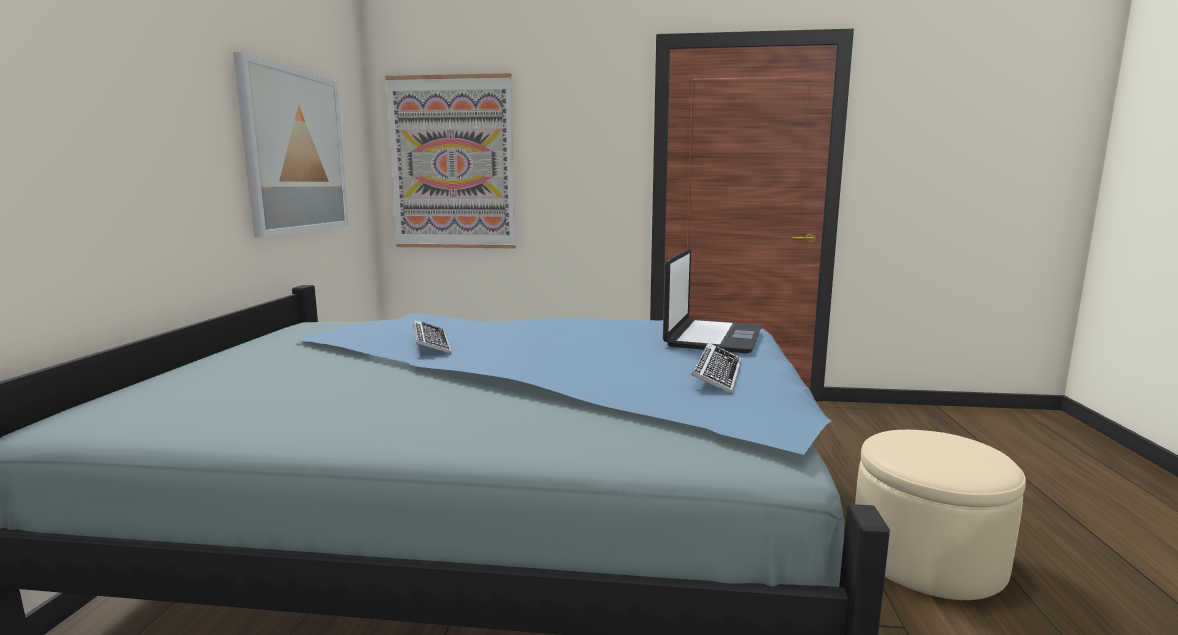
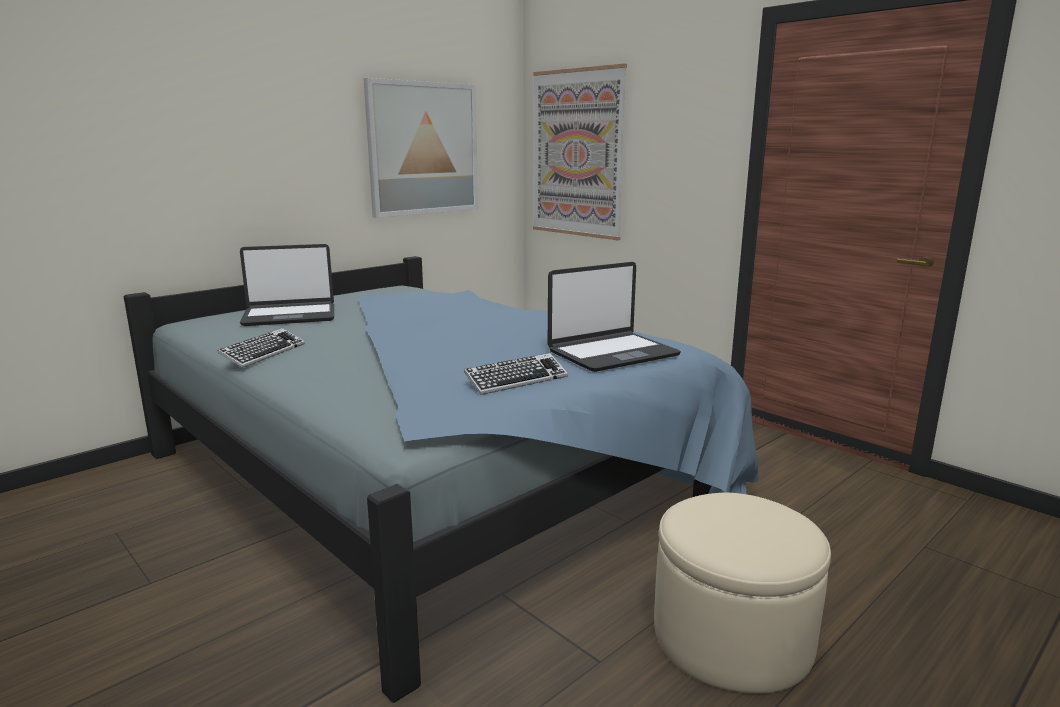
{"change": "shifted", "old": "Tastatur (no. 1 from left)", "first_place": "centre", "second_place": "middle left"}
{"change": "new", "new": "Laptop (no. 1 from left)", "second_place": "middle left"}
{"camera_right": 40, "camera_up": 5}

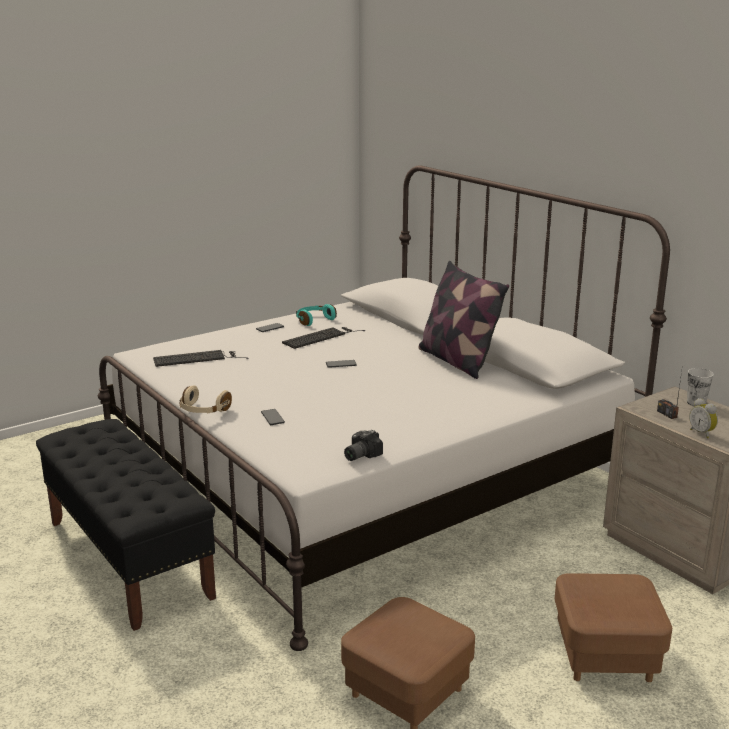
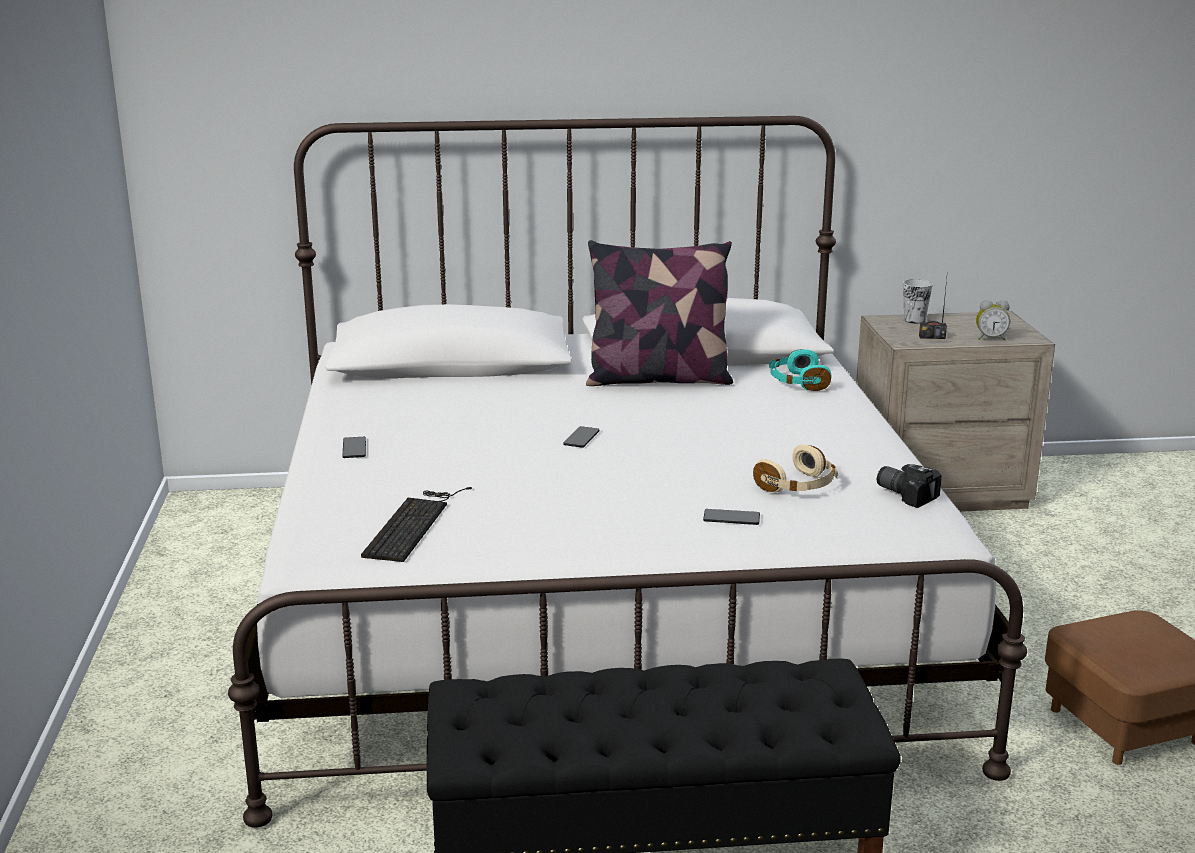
{"change": "shifted", "old": "Kopfhörer (türkis)", "first_place": "centre", "second_place": "middle right"}
{"change": "gone", "old": "Tastatur (no. 2 from left)", "first_place": "centre"}
{"change": "shifted", "old": "Kopfhörer (beige)", "first_place": "middle left", "second_place": "centre"}
{"change": "rotated", "old": "Kamera", "first_place": "centre", "second_place": "middle right", "degrees": 150}
{"change": "gone", "old": "Polsterhocker (braun) (no. 2 from left)", "first_place": "bottom right"}
{"camera_right": -60, "camera_up": 0}

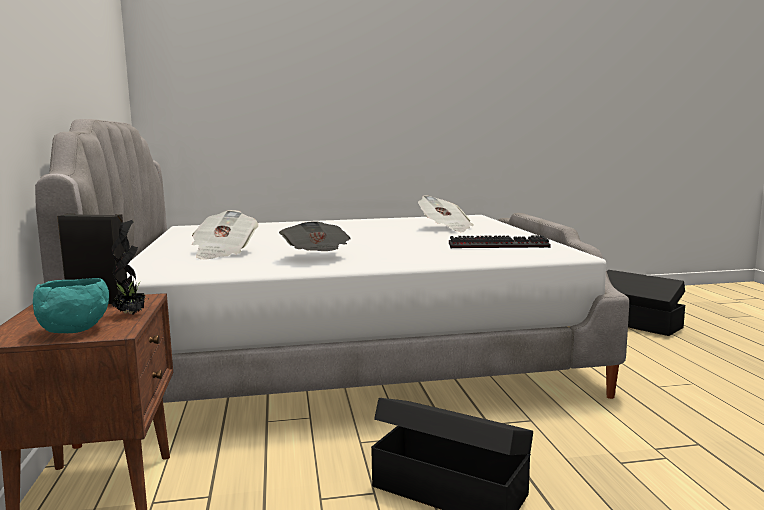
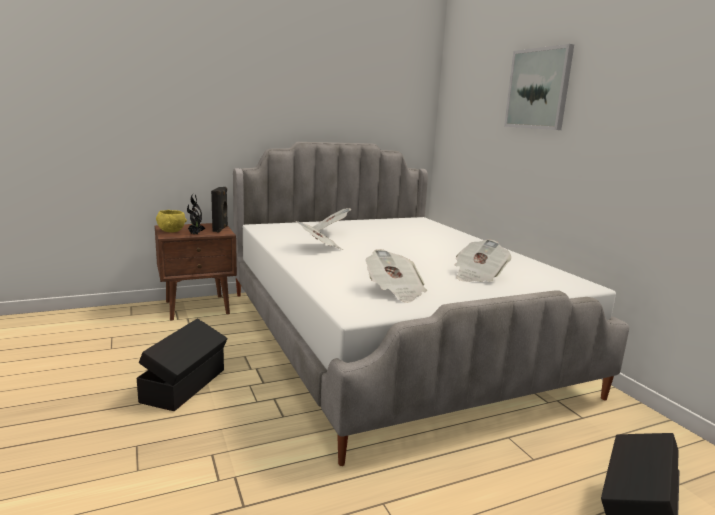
{"change": "swapped", "old": "Tastatur", "new": "Zeitung (no. 3 from left)", "first_place": "centre", "second_place": "centre"}
{"change": "repainted", "old": "Schüssel (türkis)", "new": "Schüssel (gelb)", "first_place": "middle left", "second_place": "middle left"}
{"change": "new", "new": "Bild", "second_place": "top right"}
{"camera_right": 75, "camera_up": 5}

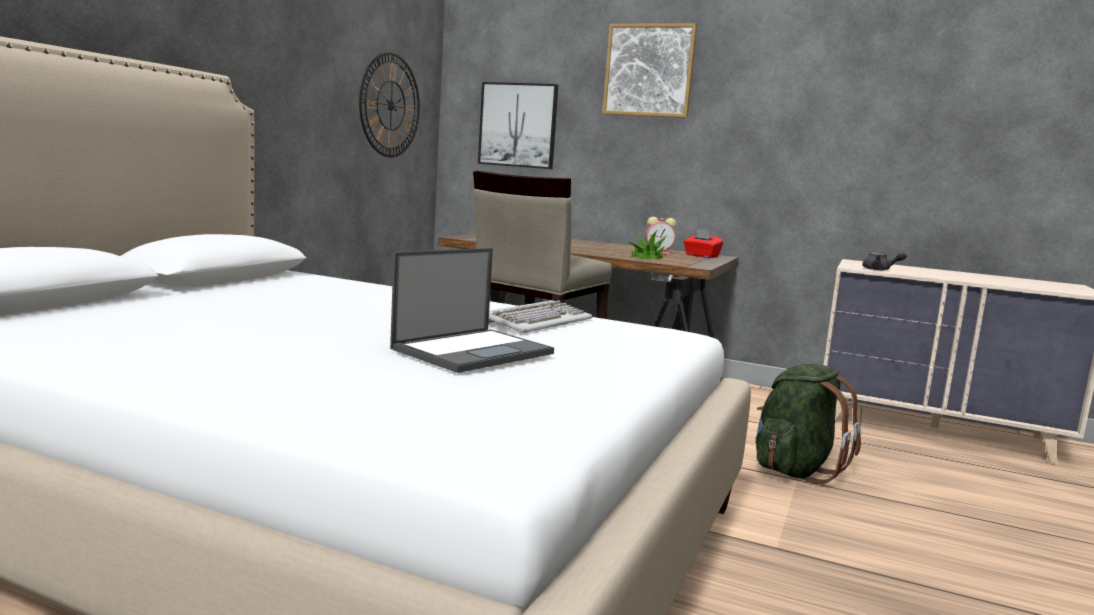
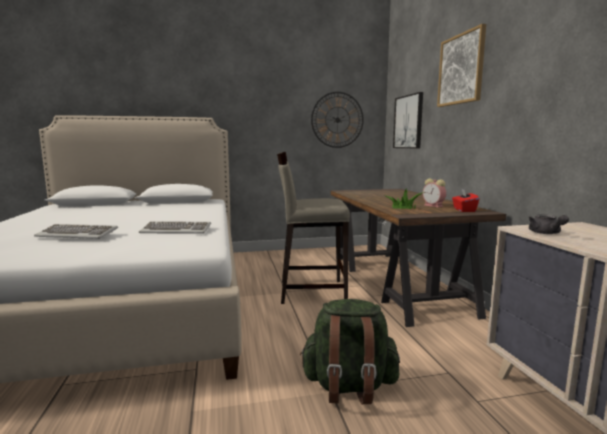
{"change": "swapped", "old": "Laptop", "new": "Tastatur (no. 1 from left)", "first_place": "centre", "second_place": "middle left"}
{"camera_right": 55, "camera_up": 0}

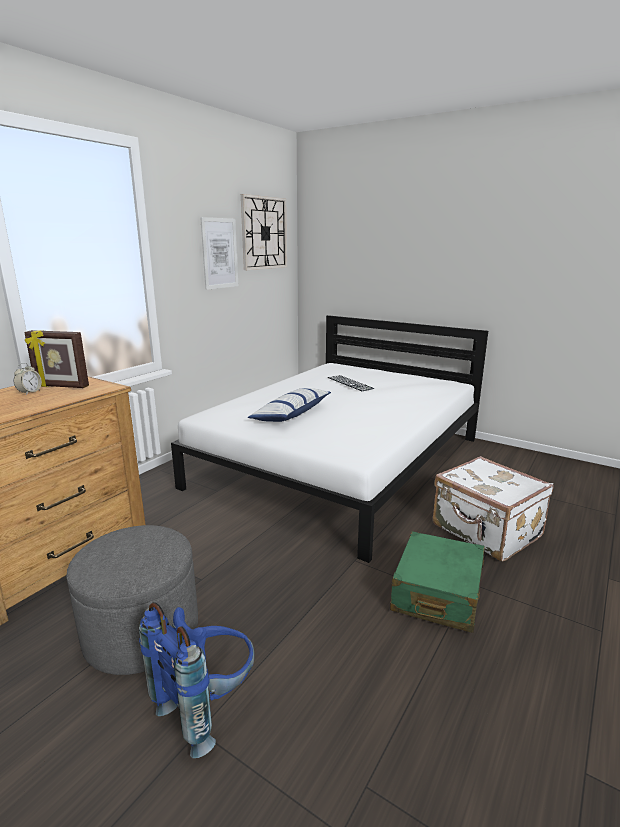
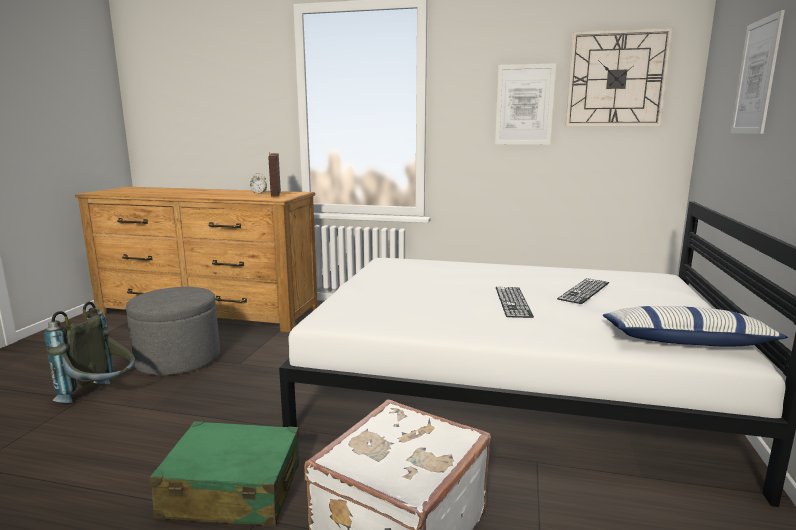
{"change": "shifted", "old": "Kissen", "first_place": "centre", "second_place": "middle right"}
{"change": "repainted", "old": "Rucksack (blau)", "new": "Rucksack (grau)", "first_place": "bottom left", "second_place": "middle left"}
{"change": "new", "new": "Bild (no. 2 from left)", "second_place": "top right"}
{"change": "new", "new": "Tastatur (no. 1 from left)", "second_place": "centre"}
{"camera_right": 70, "camera_up": -5}

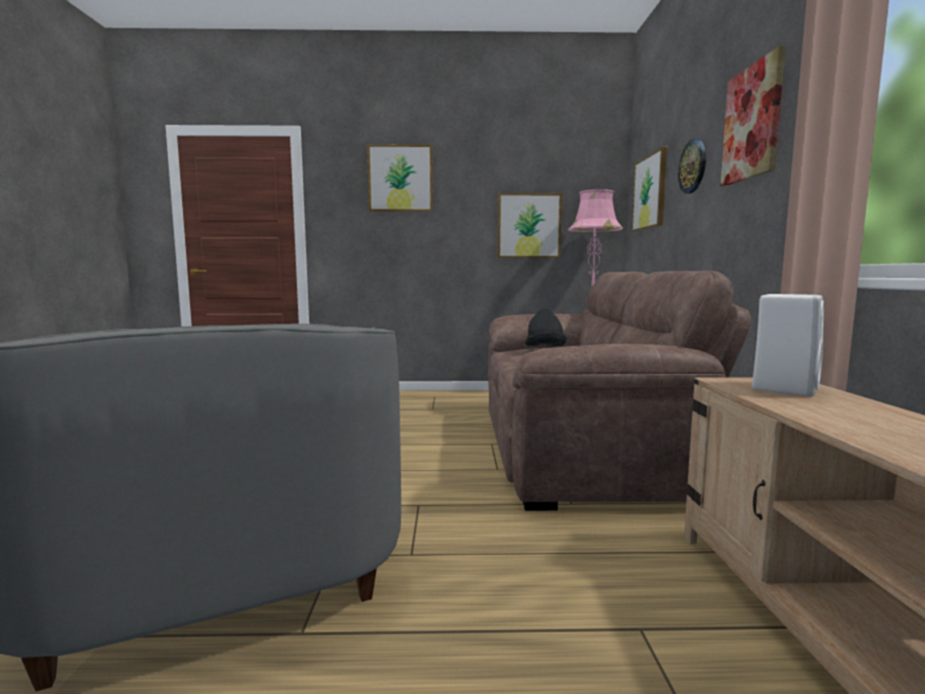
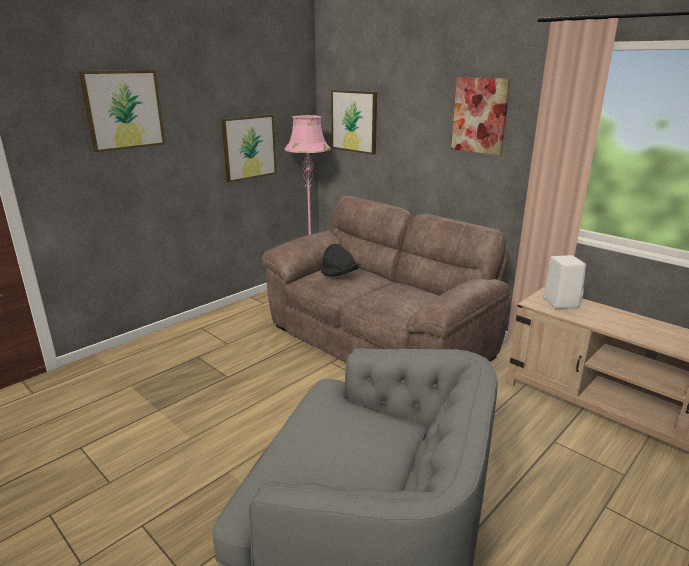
{"change": "gone", "old": "Wanduhr", "first_place": "top right"}
{"camera_right": -45, "camera_up": 15}

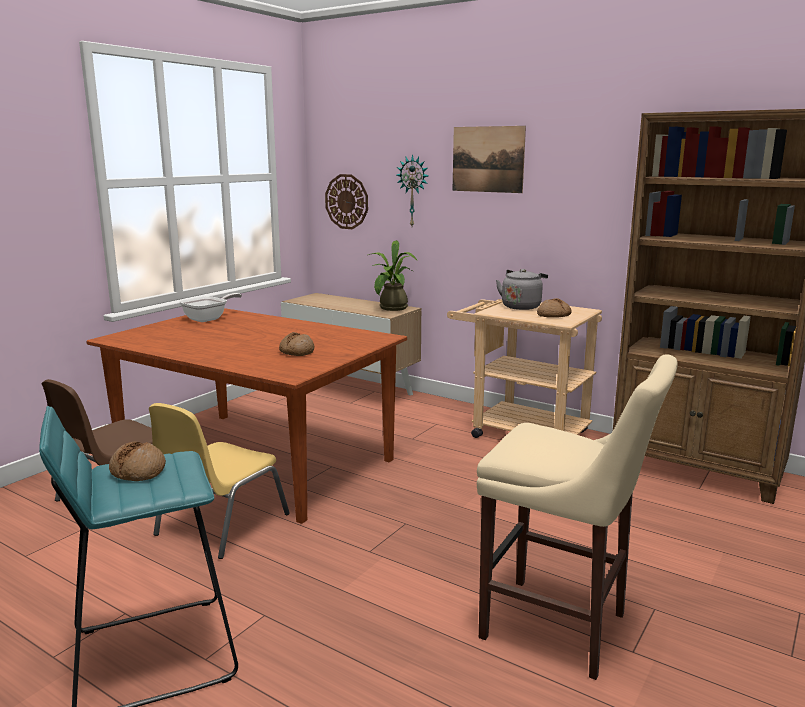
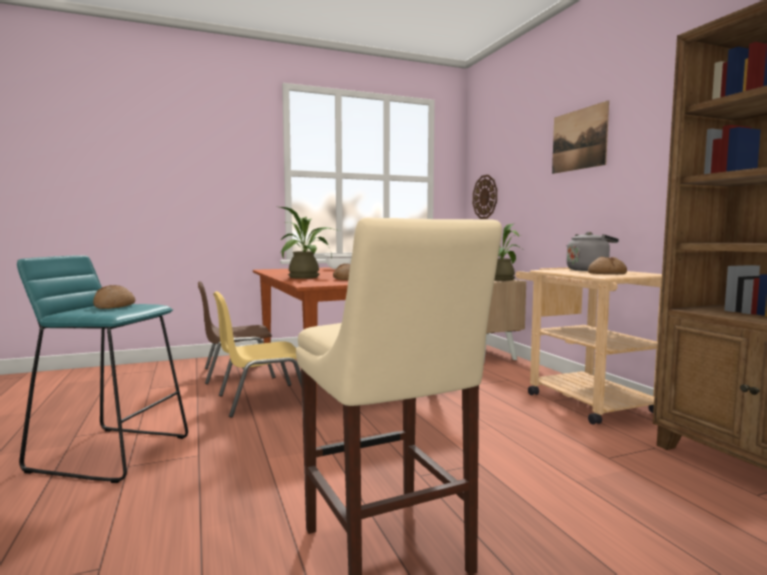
{"change": "gone", "old": "Wanduhr (no. 2 from left)", "first_place": "top centre"}
{"change": "new", "new": "Topfpflanze (no. 1 from left)", "second_place": "centre"}
{"camera_right": 35, "camera_up": -10}

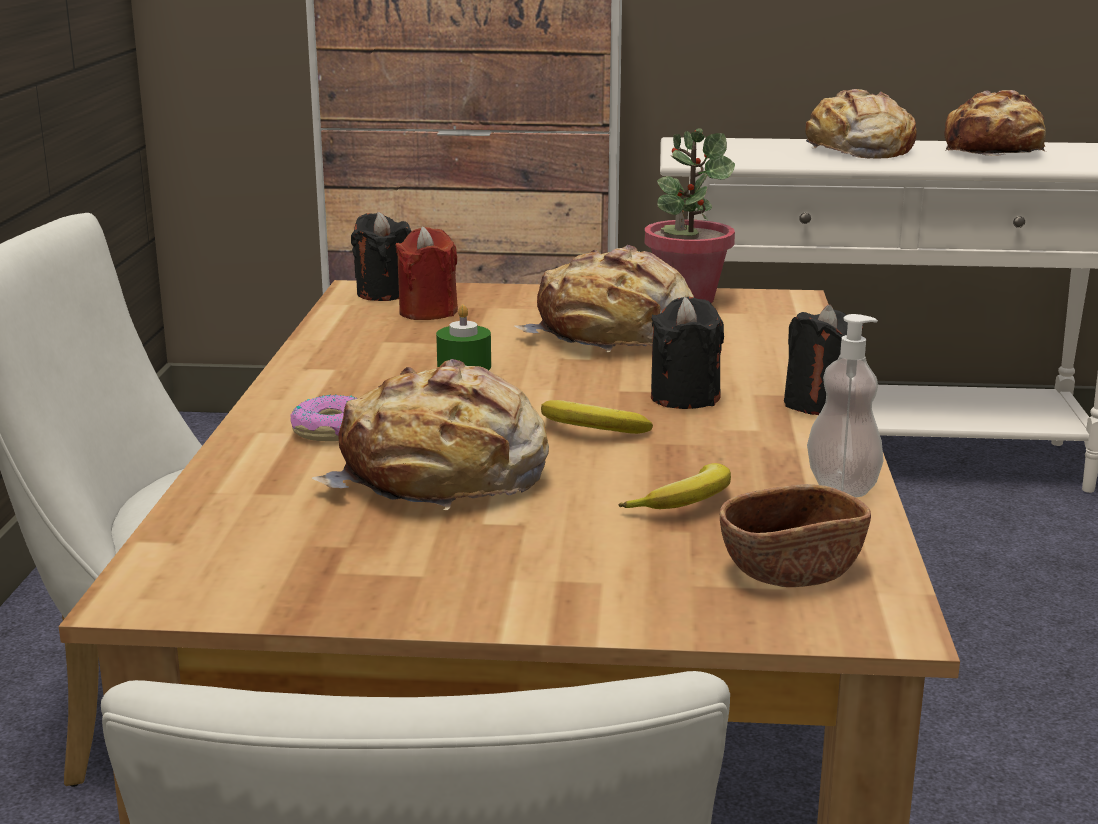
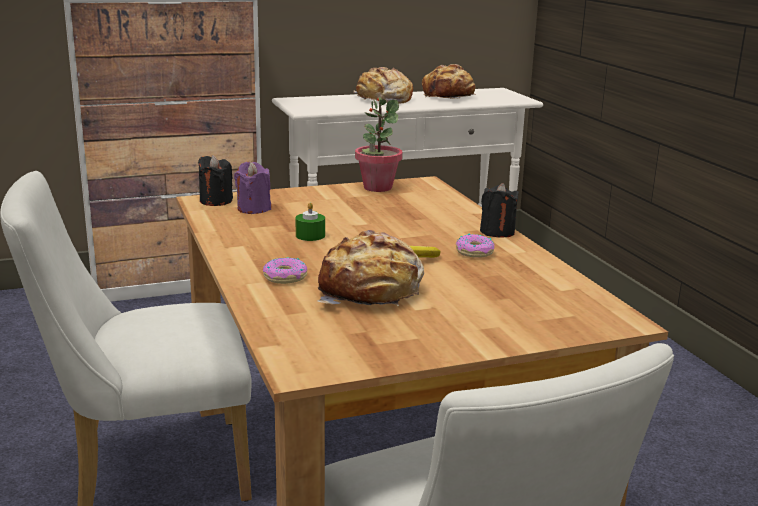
{"change": "repainted", "old": "Kerze (rot)", "new": "Kerze (lila)", "first_place": "top centre", "second_place": "middle left"}
{"change": "gone", "old": "Brot (no. 2 from left)", "first_place": "centre"}
{"change": "gone", "old": "Kerze (schwarz) (no. 2 from left)", "first_place": "centre"}
{"change": "gone", "old": "Seifenspender", "first_place": "middle right"}
{"change": "gone", "old": "Banane (no. 2 from left)", "first_place": "centre"}
{"change": "gone", "old": "Schüssel (braun)", "first_place": "middle right"}
{"change": "new", "new": "Donut (no. 2 from left)", "second_place": "centre"}
{"camera_right": -25, "camera_up": 0}

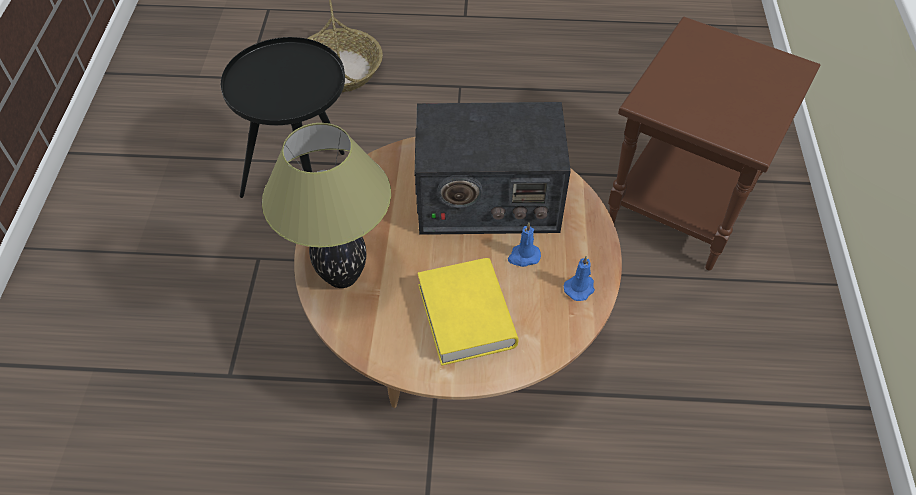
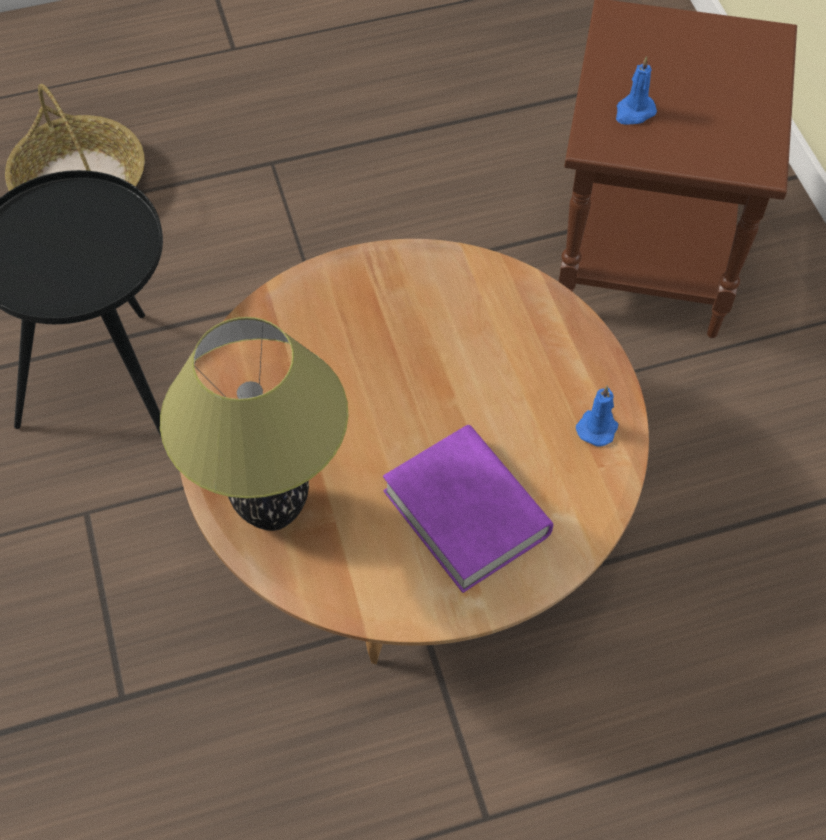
{"change": "gone", "old": "Radio", "first_place": "centre"}
{"change": "shifted", "old": "Kerze (blau) (no. 1 from left in the first image)", "new": "Kerze (blau) (no. 2 from left)", "first_place": "centre", "second_place": "top right"}
{"change": "repainted", "old": "Buch (gelb)", "new": "Buch (lila)", "first_place": "centre", "second_place": "centre"}
{"camera_right": -20, "camera_up": 5}

